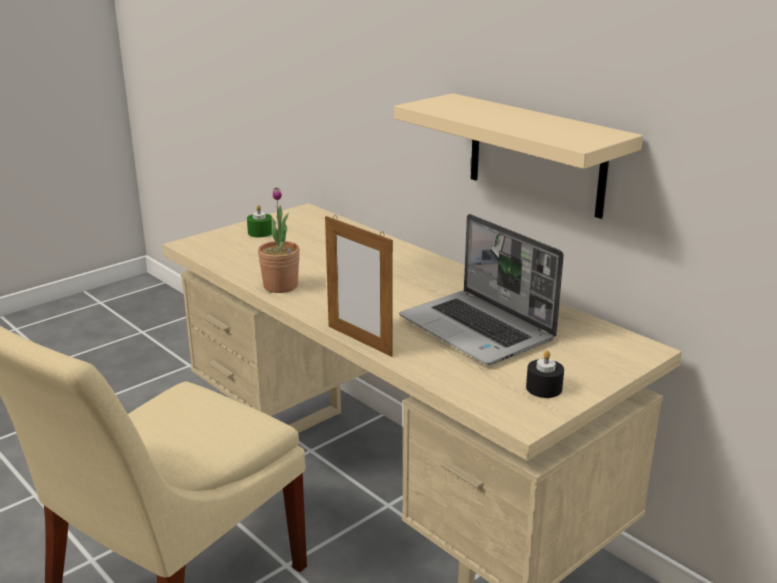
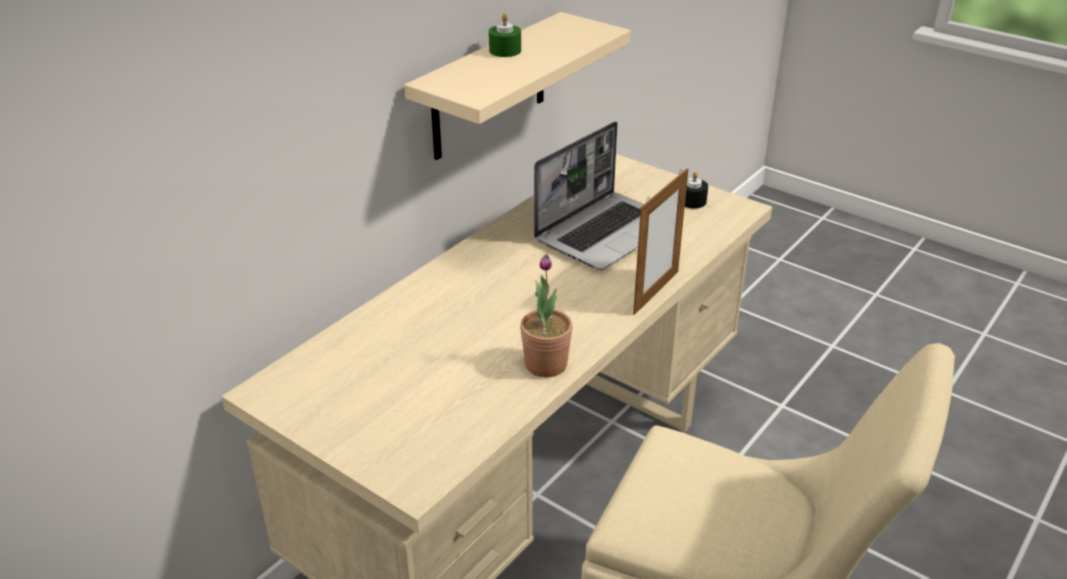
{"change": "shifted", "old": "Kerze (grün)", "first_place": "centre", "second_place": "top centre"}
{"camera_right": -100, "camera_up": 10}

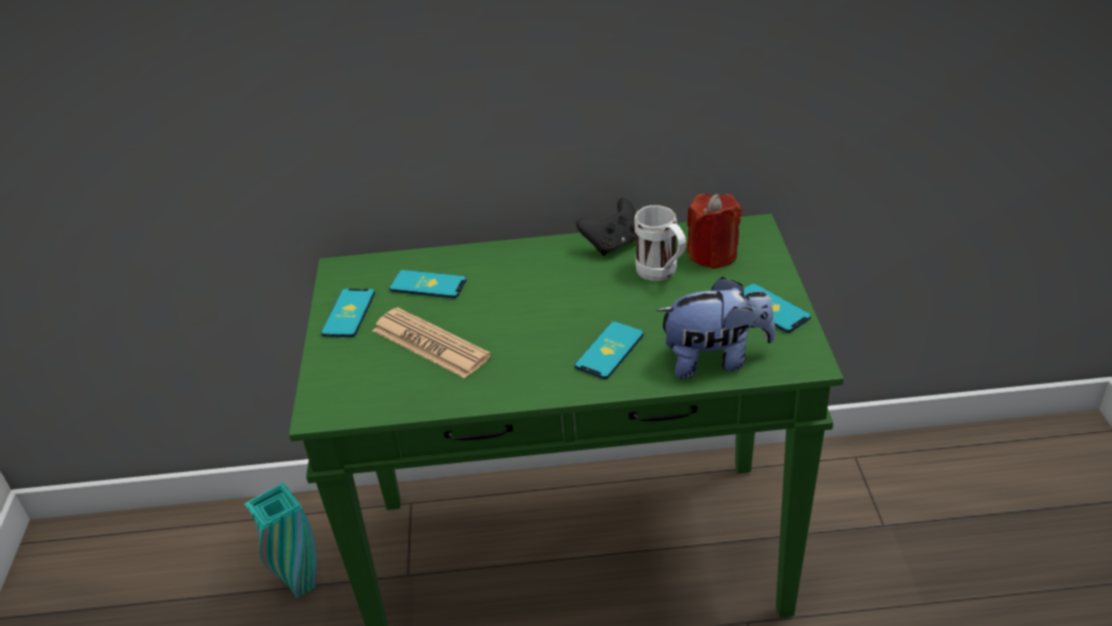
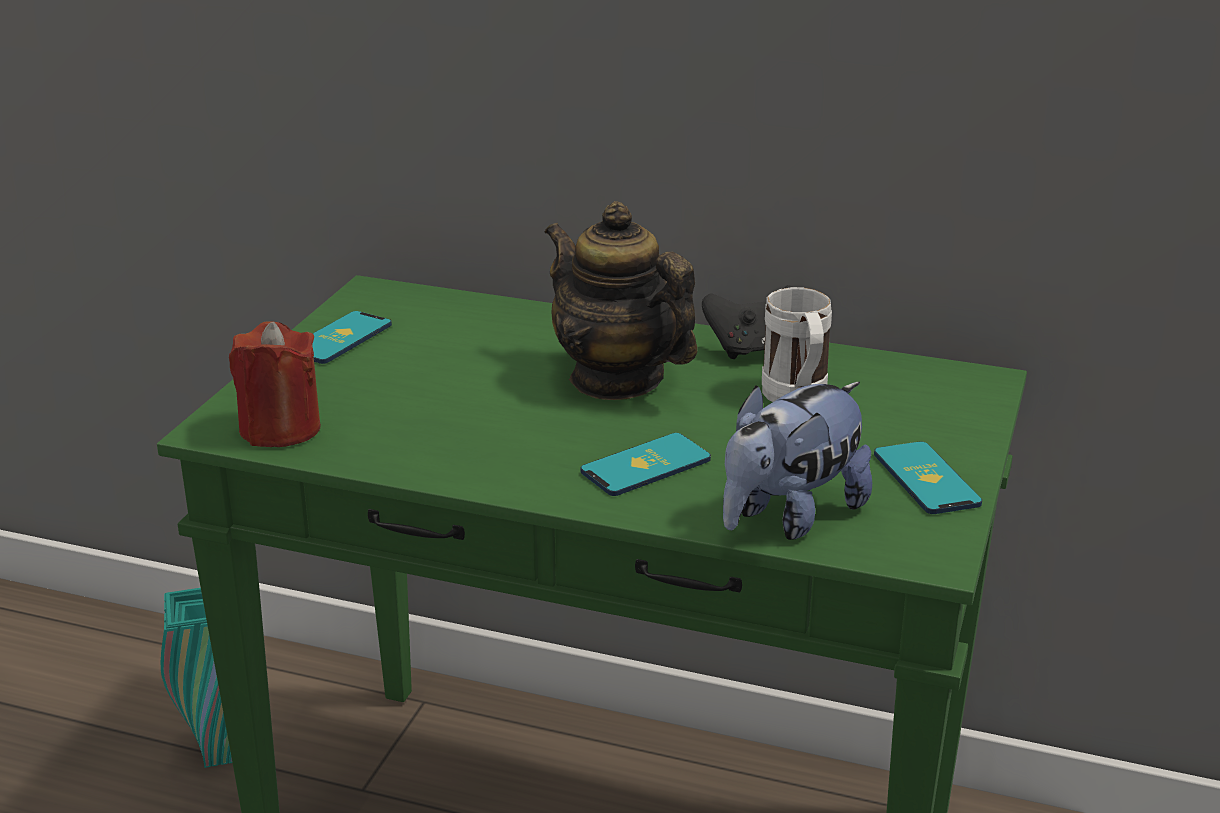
{"change": "shifted", "old": "Kerze (rot)", "first_place": "centre", "second_place": "middle left"}
{"change": "gone", "old": "Handy (no. 2 from left)", "first_place": "centre"}
{"change": "rotated", "old": "Plüschtier", "first_place": "centre", "second_place": "centre", "degrees": 120}
{"change": "gone", "old": "Zeitung", "first_place": "centre"}
{"change": "new", "new": "Teekanne", "second_place": "centre"}
{"camera_right": 20, "camera_up": -10}

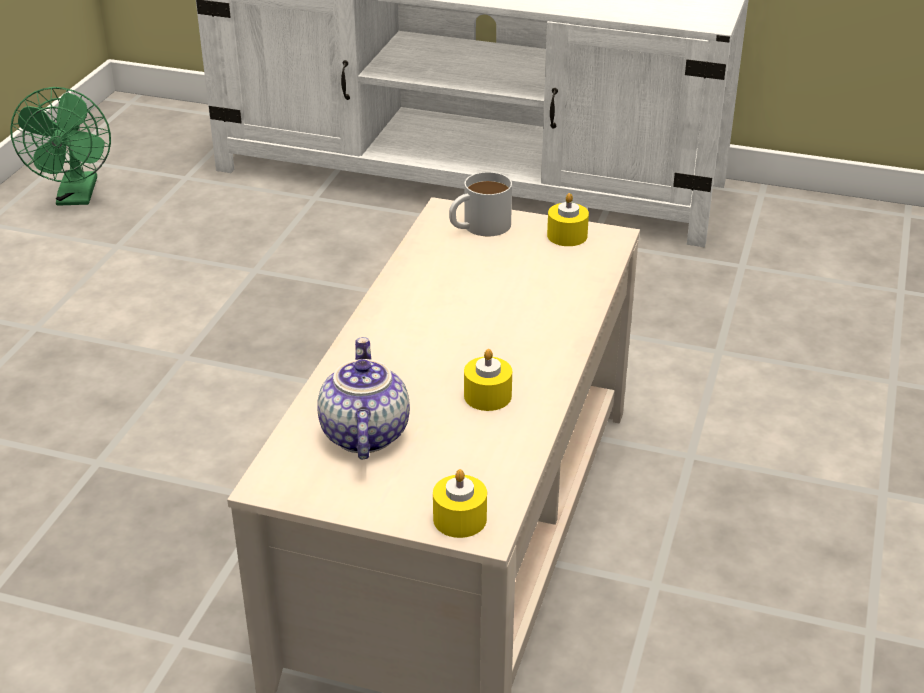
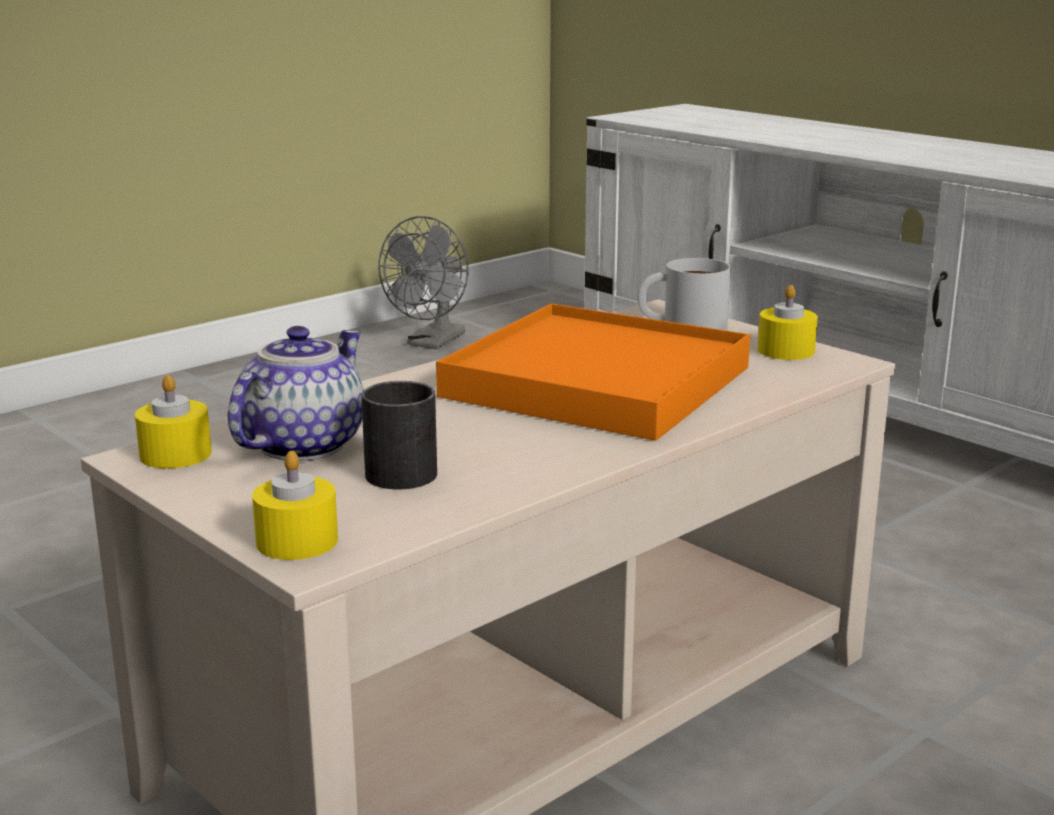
{"change": "repainted", "old": "Ventilator (grün)", "new": "Ventilator (grau)", "first_place": "top left", "second_place": "centre"}
{"change": "shifted", "old": "Kerze (gelb) (no. 2 from left in the first image)", "new": "Kerze (gelb) (no. 1 from left)", "first_place": "centre", "second_place": "middle left"}
{"change": "new", "new": "Tablett (orange)", "second_place": "centre"}
{"change": "new", "new": "Henkelbecher (schwarz)", "second_place": "centre"}
{"camera_right": 30, "camera_up": -15}

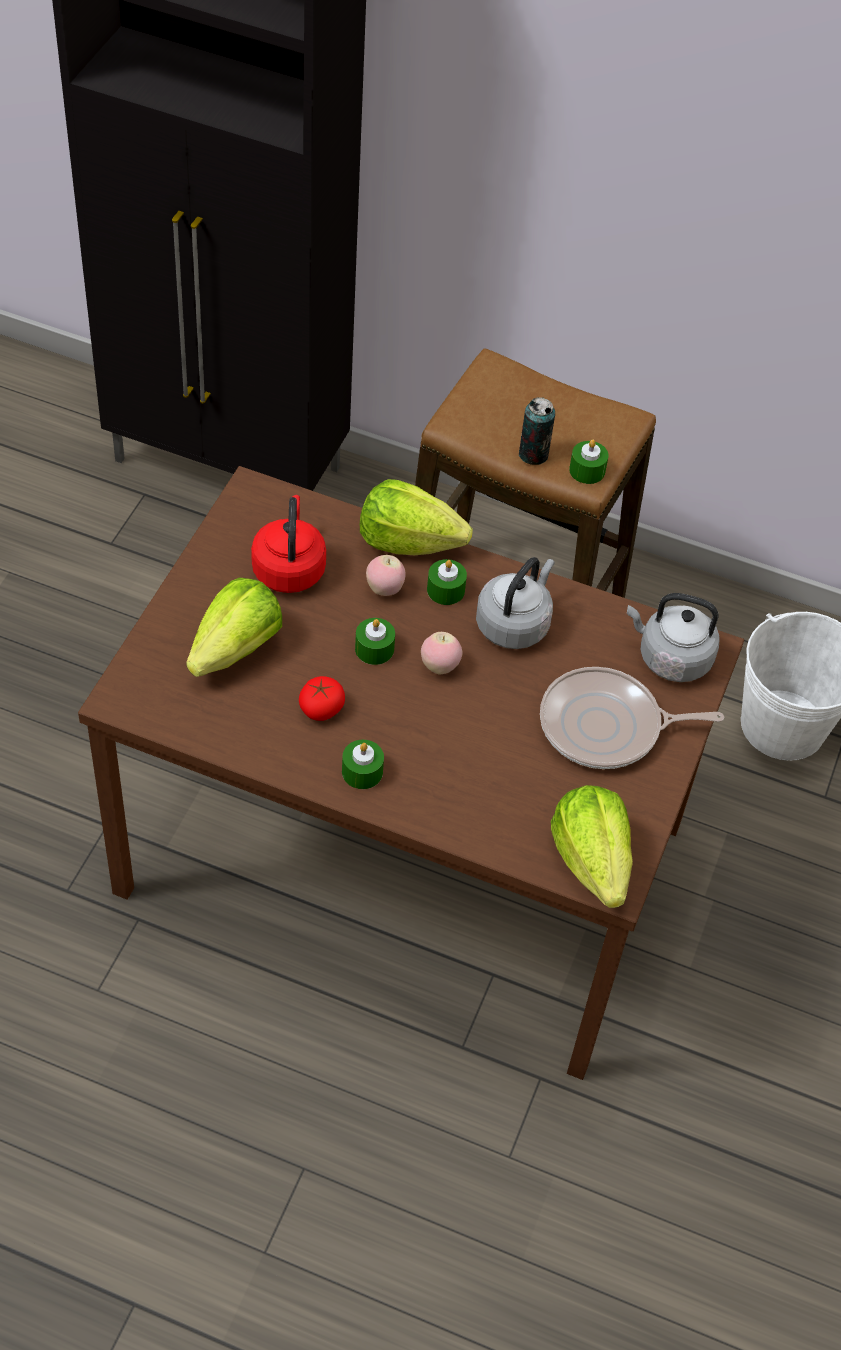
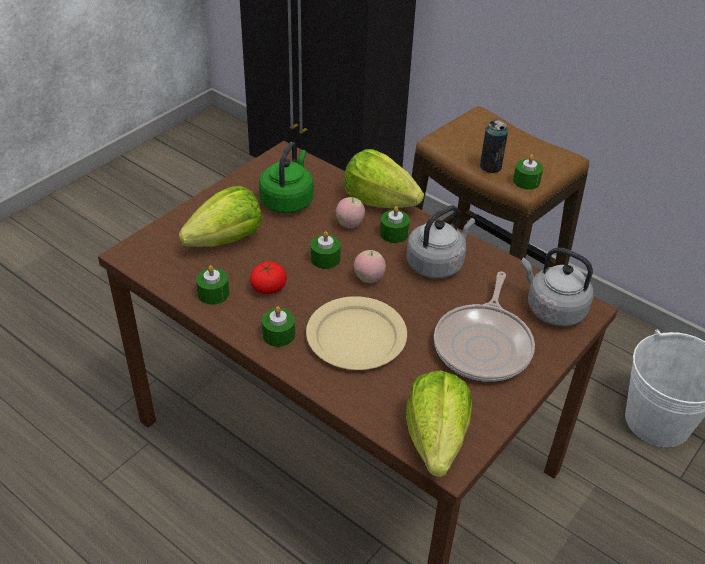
{"change": "repainted", "old": "Wasserkessel (rot)", "new": "Wasserkessel (grün)", "first_place": "centre", "second_place": "top centre"}
{"change": "rotated", "old": "Pfanne", "first_place": "middle right", "second_place": "middle right", "degrees": -90}
{"change": "new", "new": "Kerze (grün) (no. 1 from left)", "second_place": "middle left"}
{"change": "new", "new": "Teller (beige)", "second_place": "centre"}
{"camera_right": 20, "camera_up": -10}

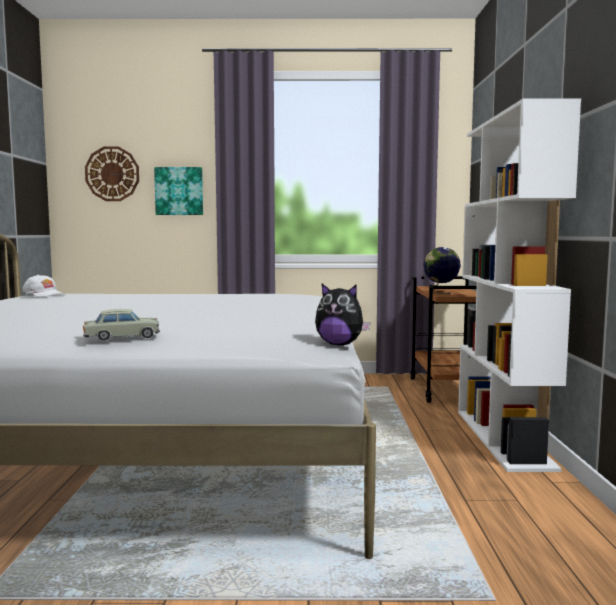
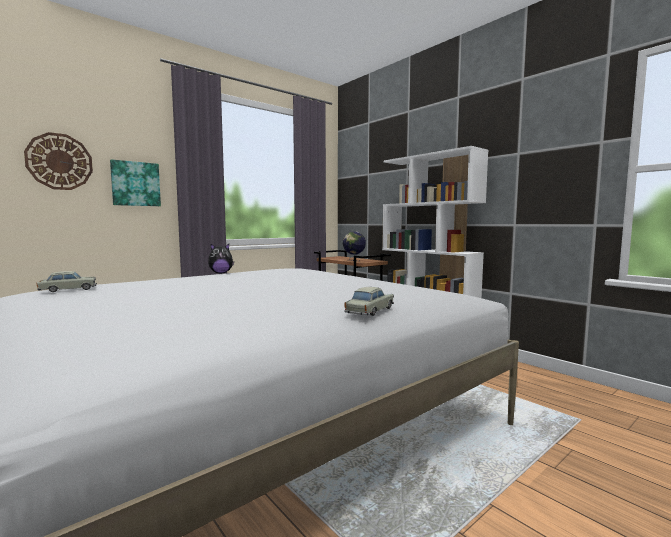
{"change": "swapped", "old": "Kappe (weiß)", "new": "Spielzeugauto (beige) (no. 1 from left)", "first_place": "middle left", "second_place": "middle left"}
{"change": "shifted", "old": "Plüschtier", "first_place": "centre", "second_place": "middle left"}
{"camera_right": -40, "camera_up": 0}

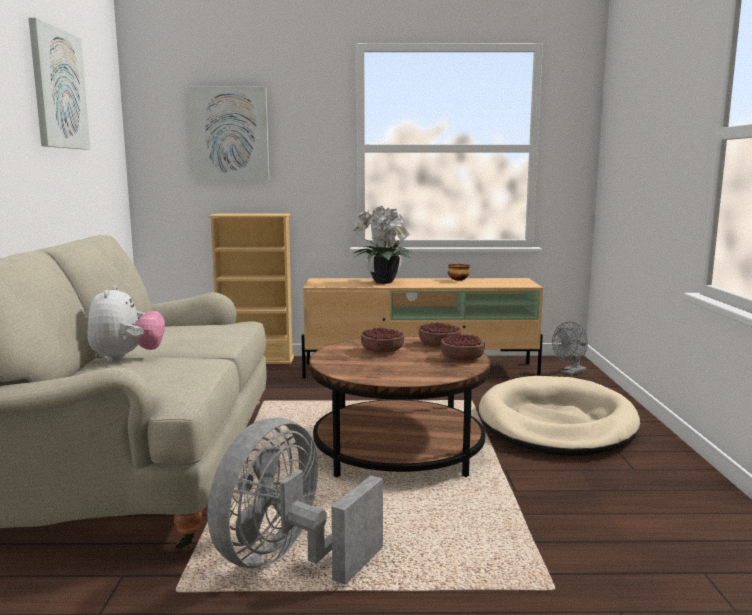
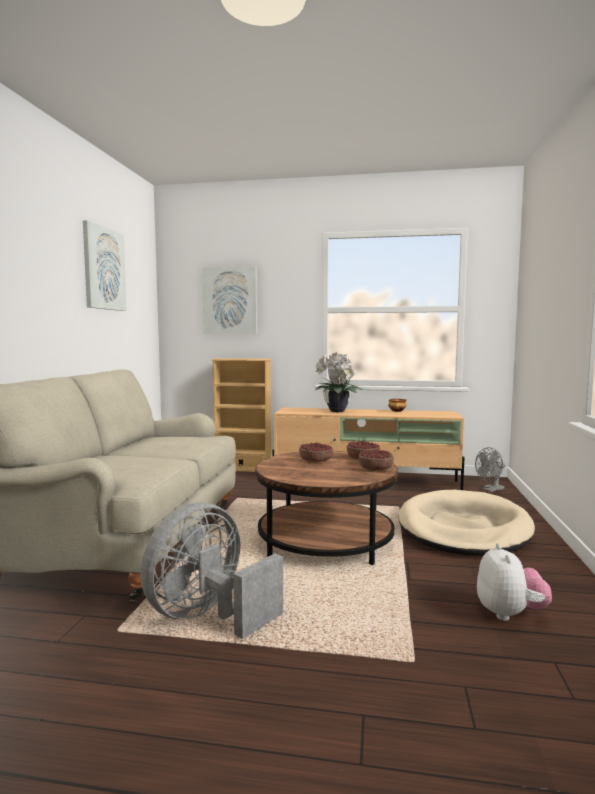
{"change": "shifted", "old": "Plüschtier", "first_place": "middle left", "second_place": "bottom right"}
{"camera_right": 10, "camera_up": -5}

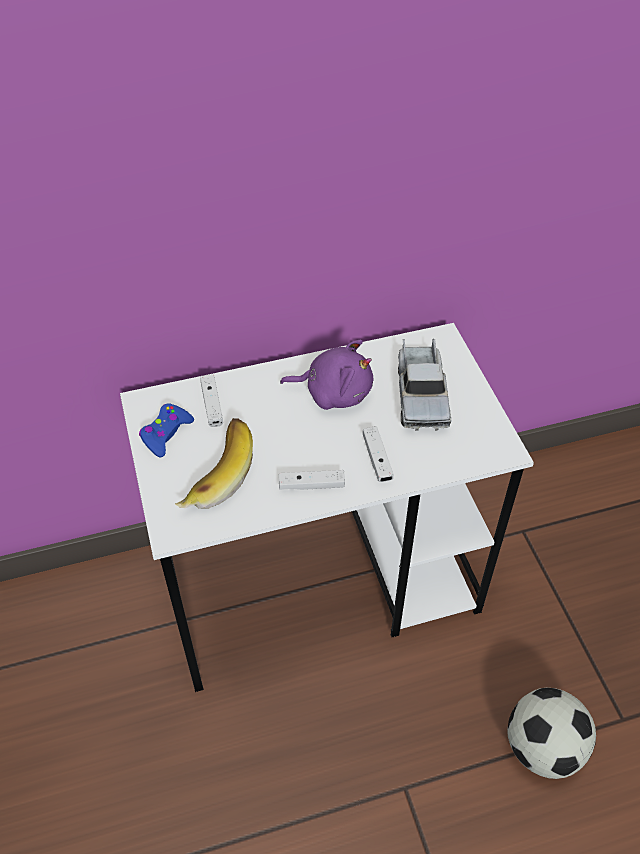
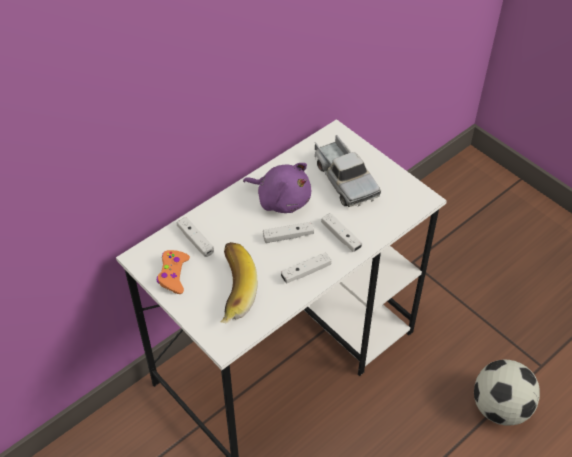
{"change": "rotated", "old": "Plüschtier (lila)", "first_place": "centre", "second_place": "centre", "degrees": 45}
{"change": "repainted", "old": "Gamepad (blau)", "new": "Gamepad (orange)", "first_place": "middle left", "second_place": "middle left"}
{"change": "new", "new": "Gamepad (weiß) (no. 2 from left)", "second_place": "centre"}
{"camera_right": -25, "camera_up": 0}

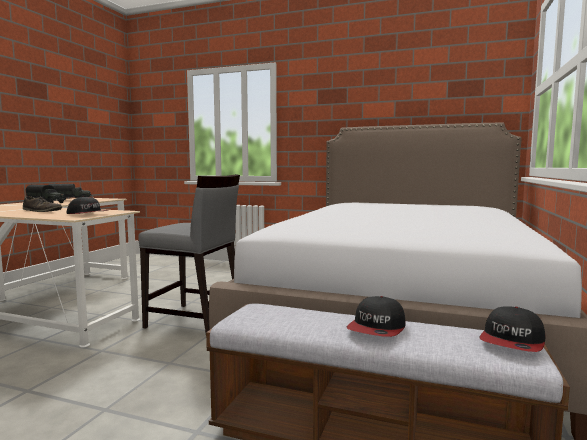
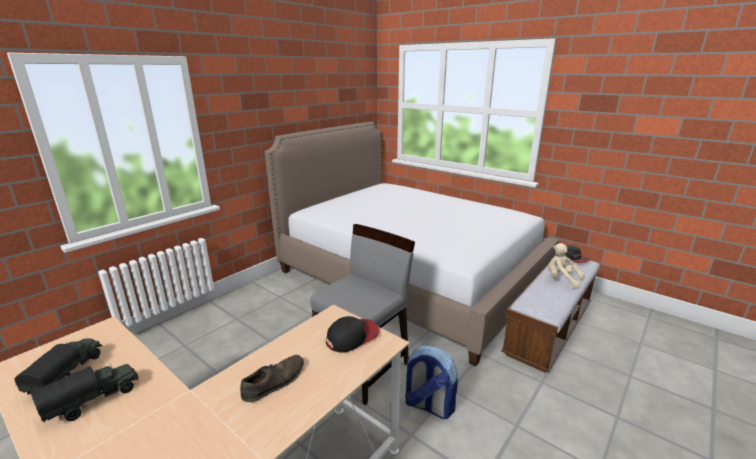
{"change": "swapped", "old": "Kappe (no. 2 from left)", "new": "Plüschtier (beige)", "first_place": "bottom centre", "second_place": "middle right"}
{"change": "new", "new": "Rucksack", "second_place": "bottom centre"}
{"camera_right": -70, "camera_up": 15}

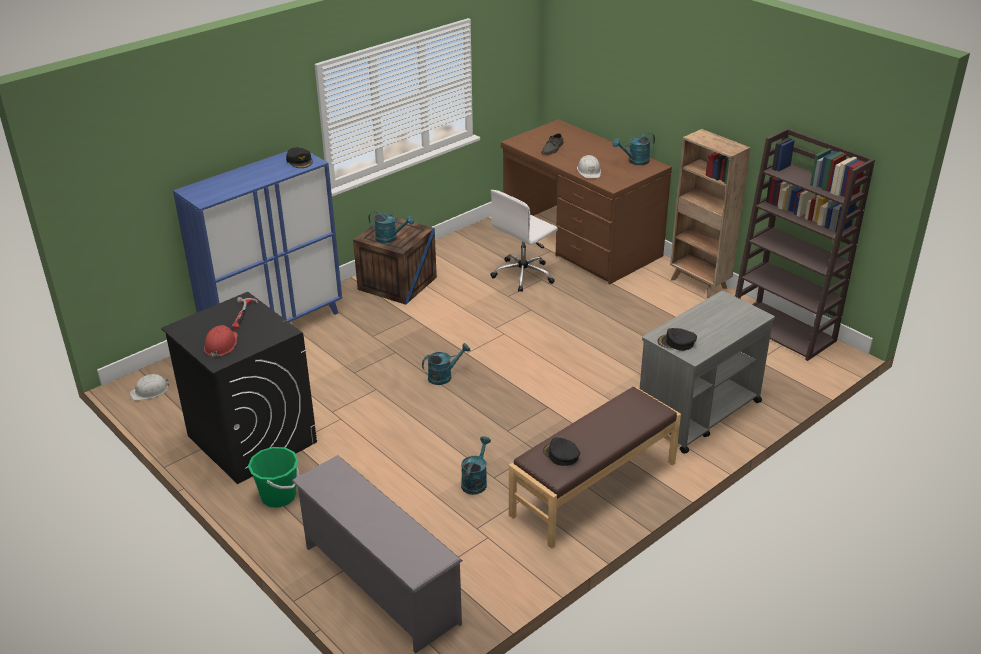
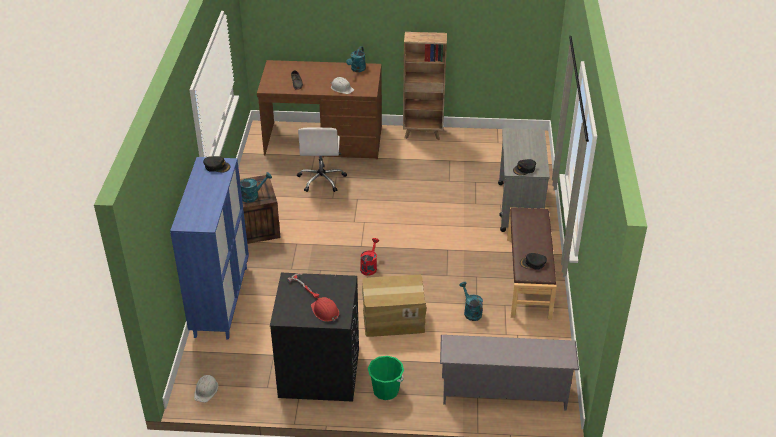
{"change": "gone", "old": "Bücherregal (braun) (no. 2 from left)", "first_place": "middle right"}
{"change": "repainted", "old": "Gießkanne (türkis) (no. 2 from left)", "new": "Gießkanne (rot)", "first_place": "centre", "second_place": "centre"}
{"change": "new", "new": "Karton", "second_place": "bottom centre"}
{"camera_right": -45, "camera_up": 5}

